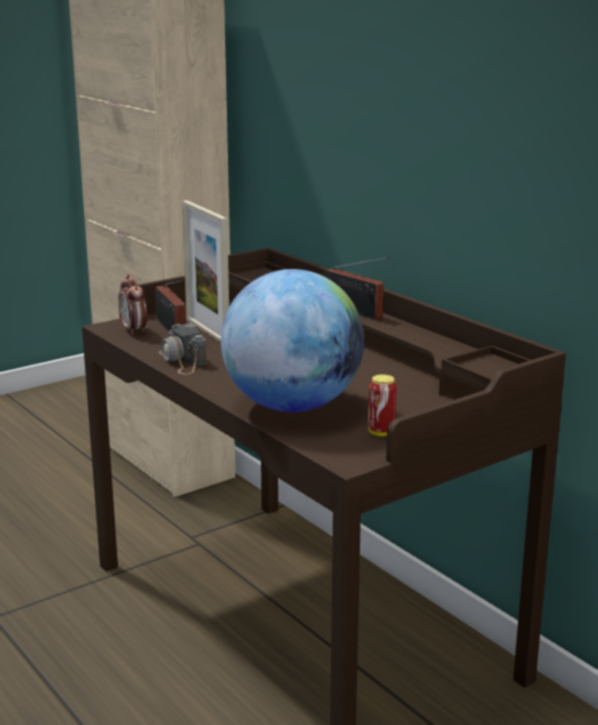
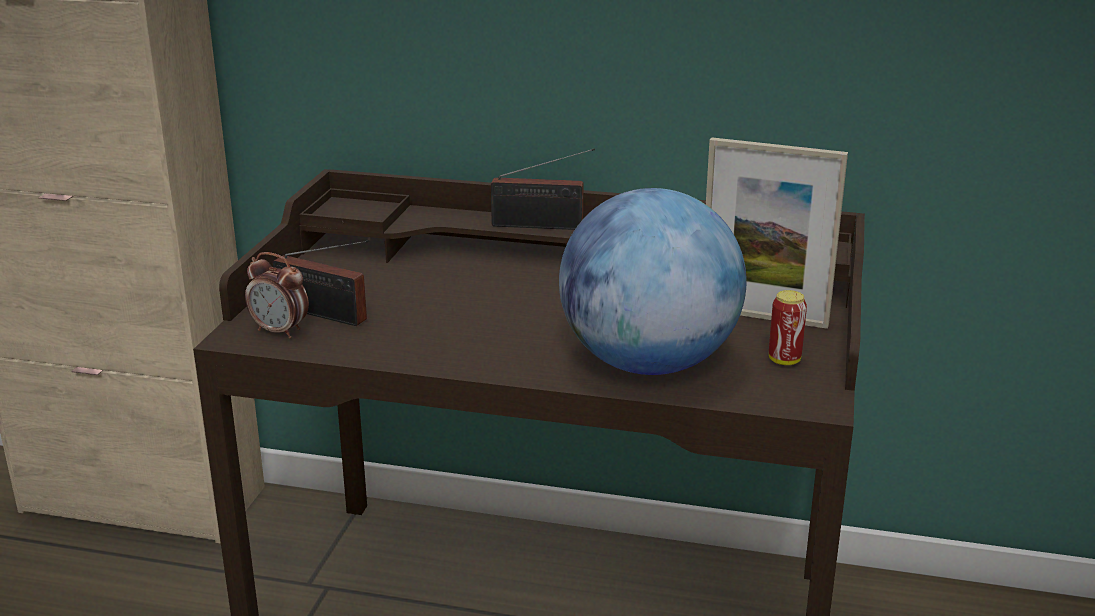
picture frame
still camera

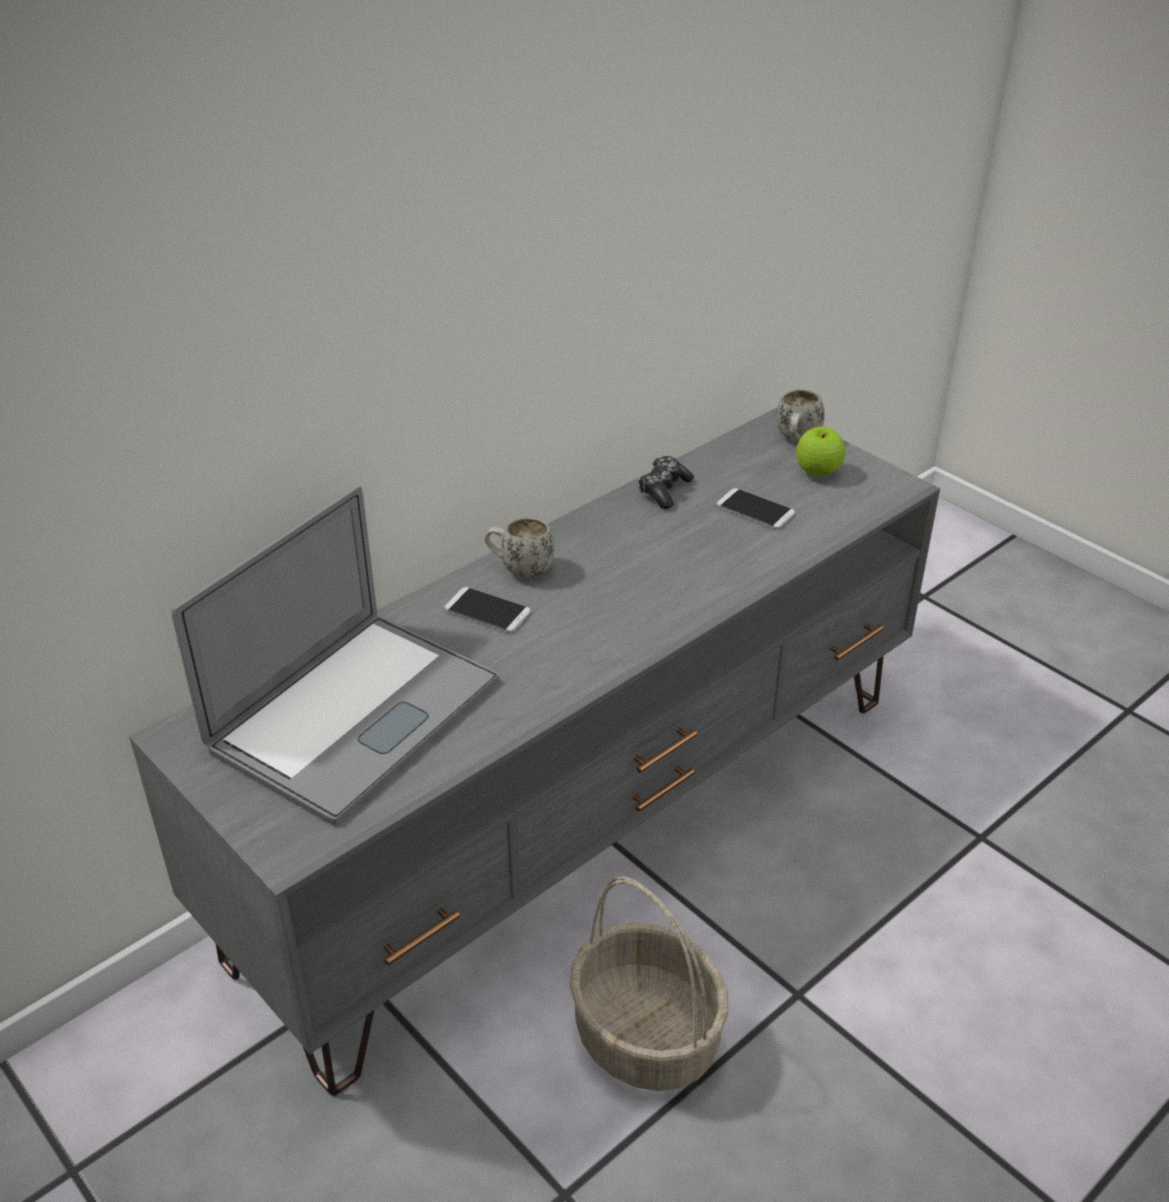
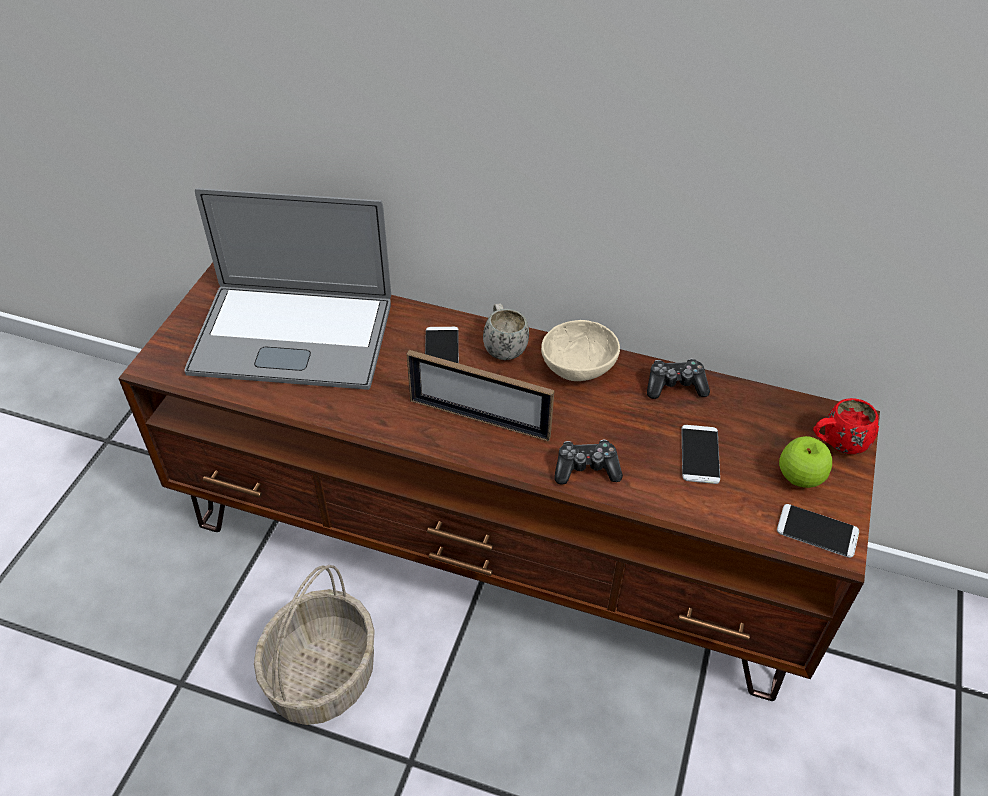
media console in brown
picture frame
serving bowl in beige
game controller (no. 1 from left)
handset (no. 3 from left)
mug in red-coloured

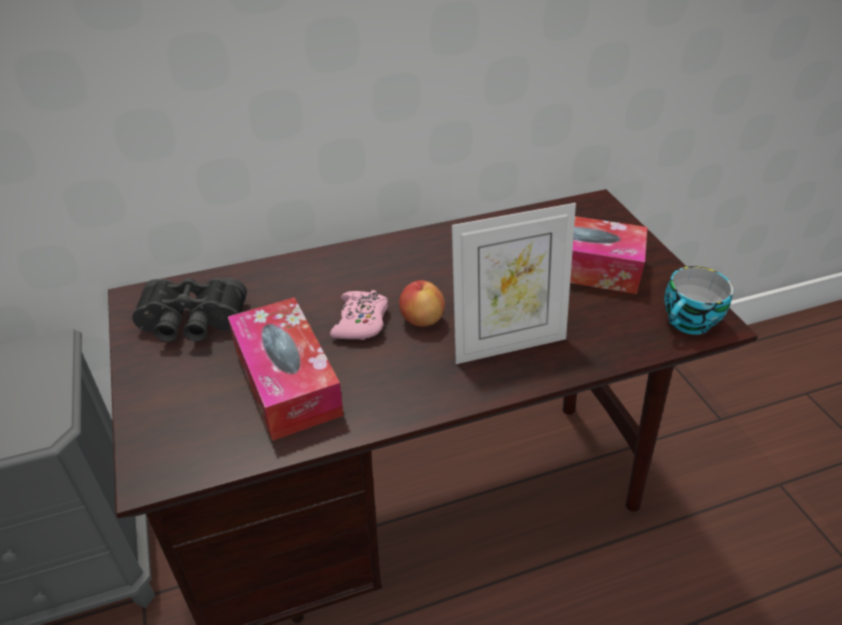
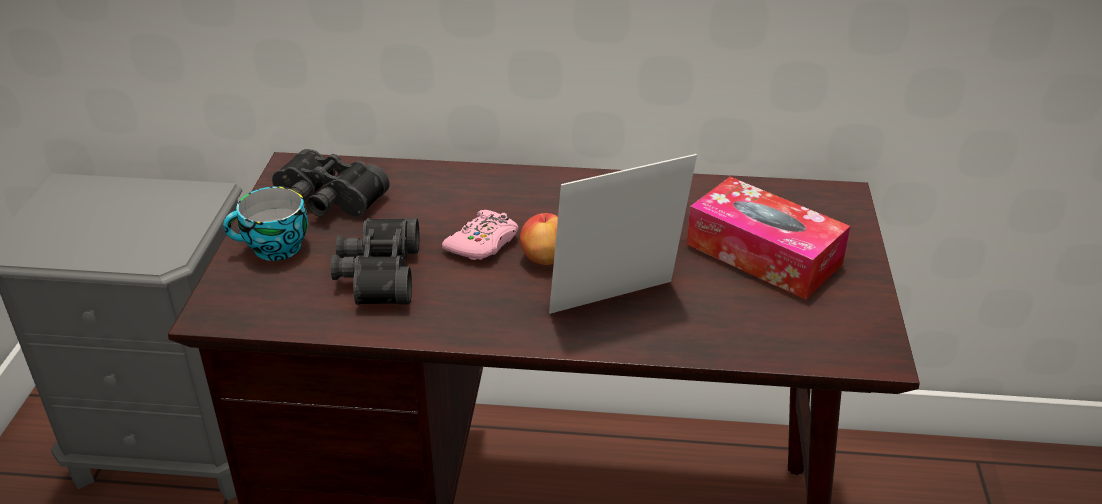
drinking cup
binoculars in black-coloured (no. 2 from left)
picture frame

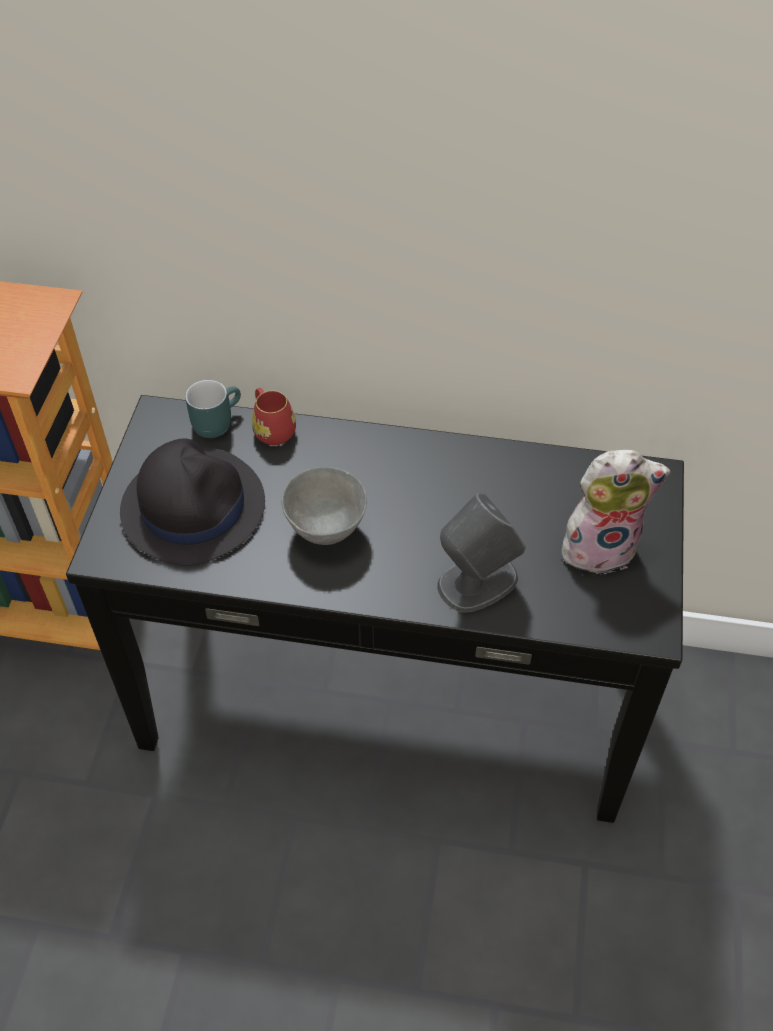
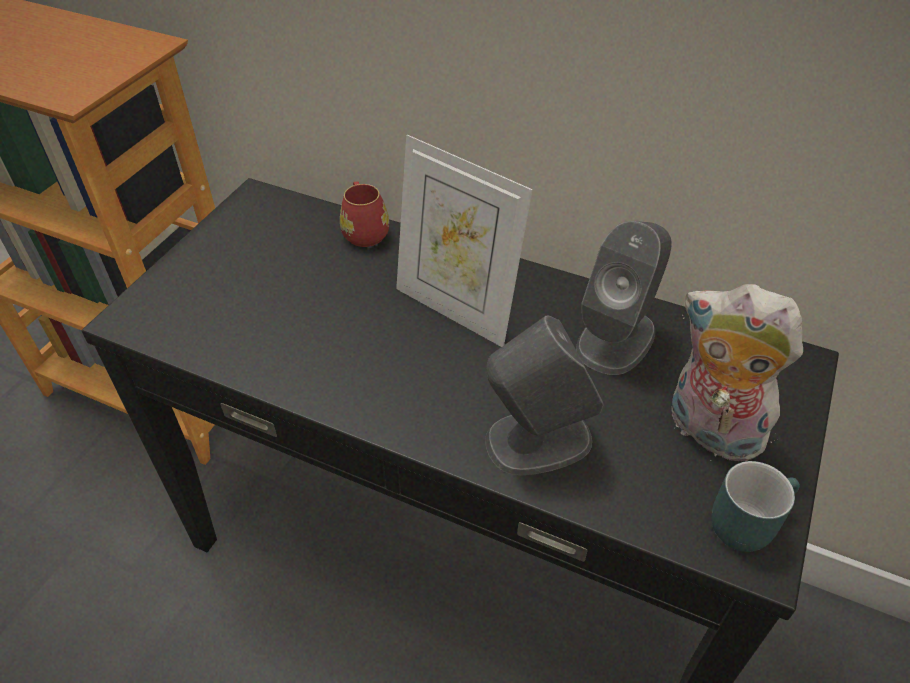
picture frame
loudspeaker in gray (no. 2 from left)
plush toy
mug in blue-green
wearable hat in black-coloured
serving bowl in gray

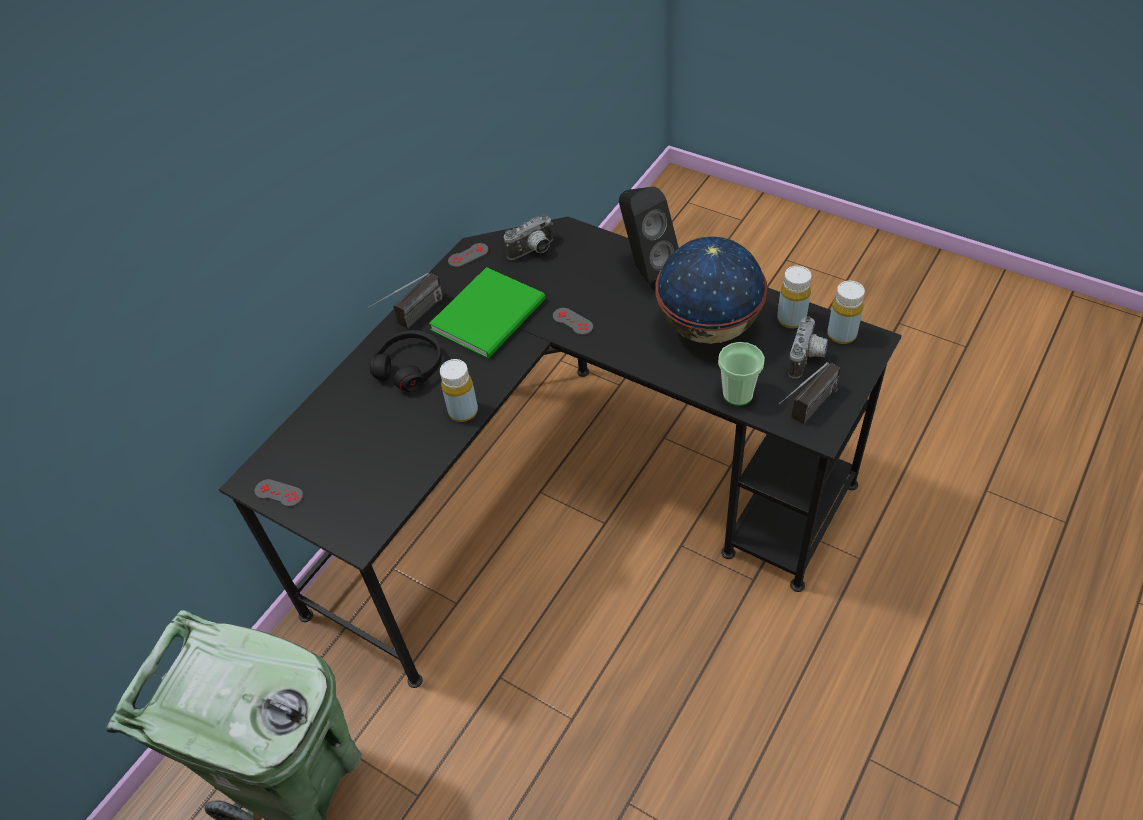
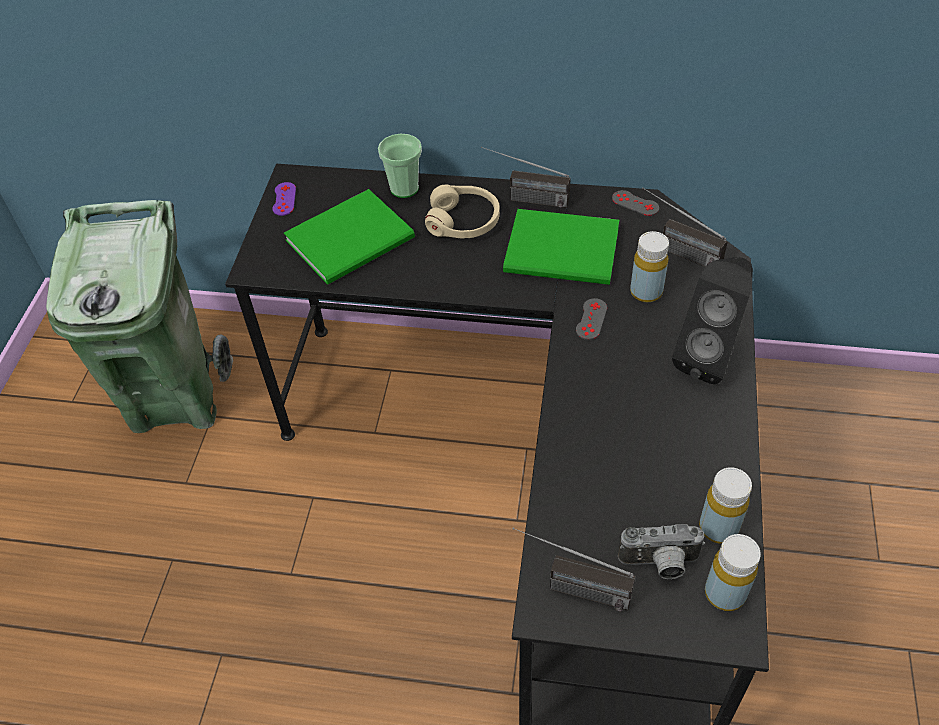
game controller in purple-coloured
volume in green (no. 1 from left)
drinking cup
pair of headphones in beige
bottle in yellow-coloured (no. 1 from left)
radio (no. 3 from left)
globe

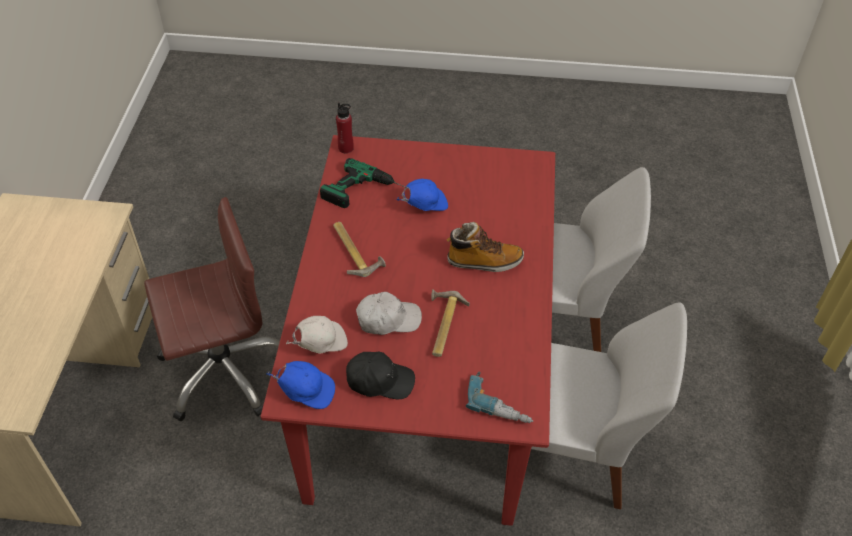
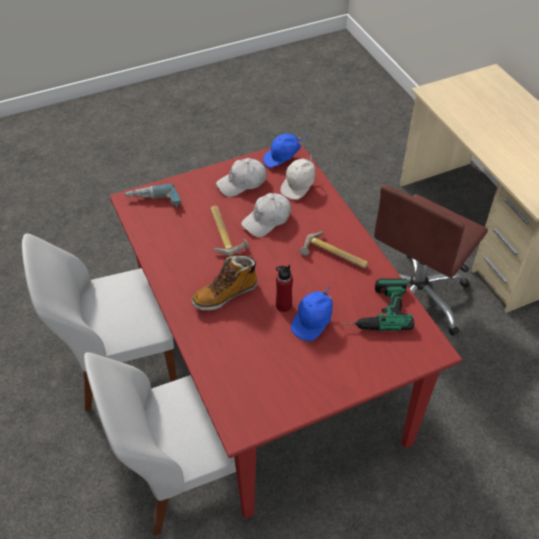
cap in white (no. 1 from left)
bottle in red-coloured

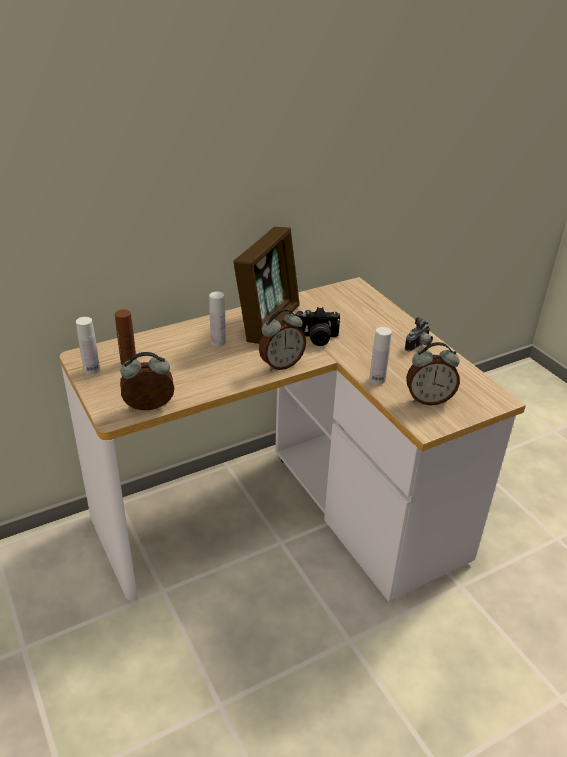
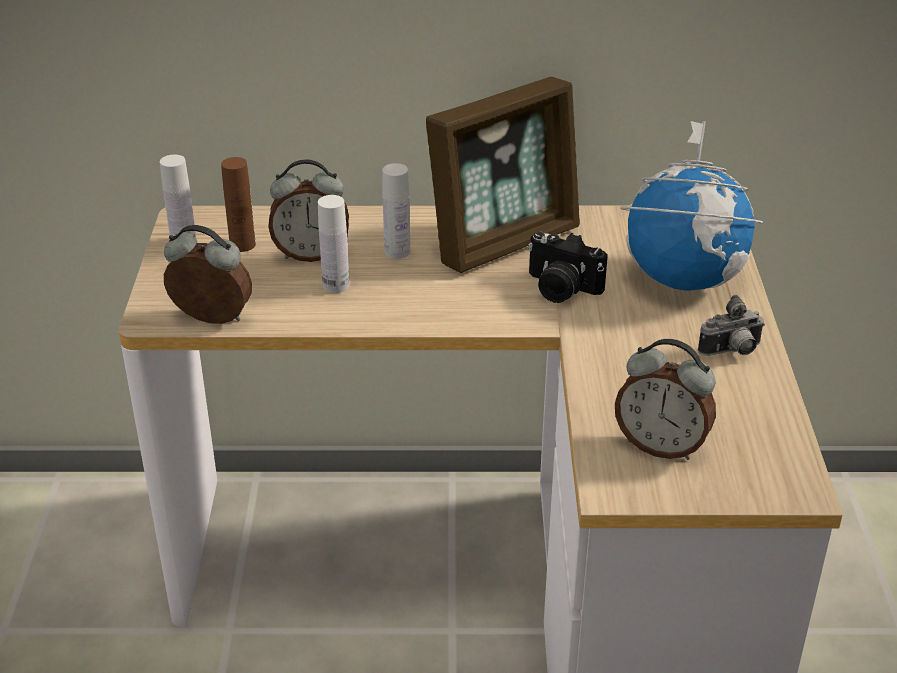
bedside clock (no. 2 from left)
bottle in white (no. 2 from left)
globe

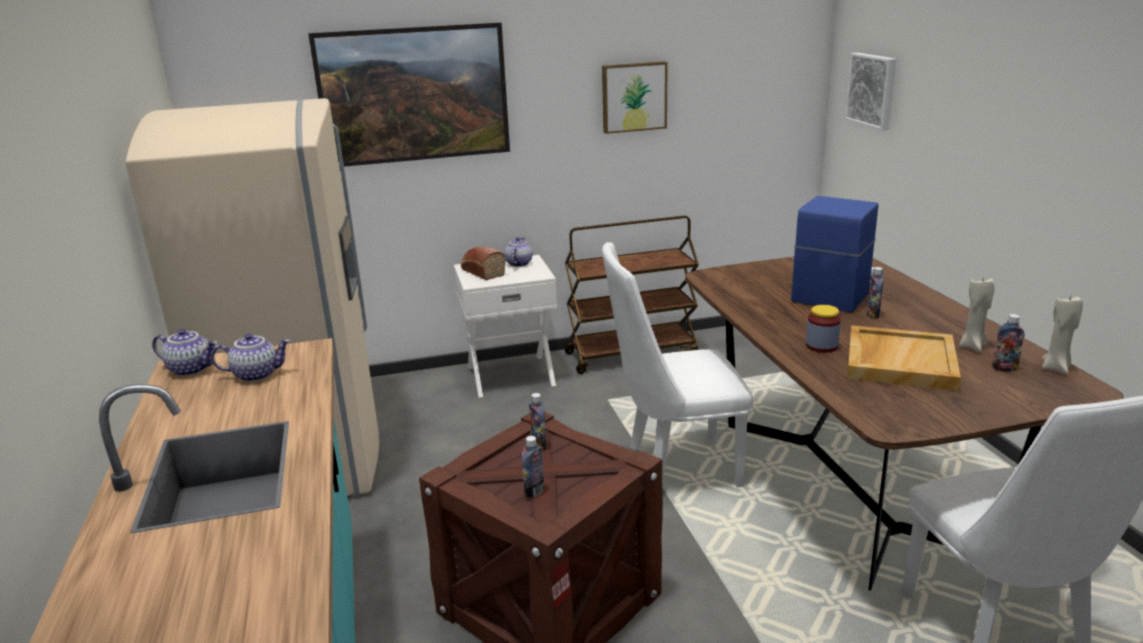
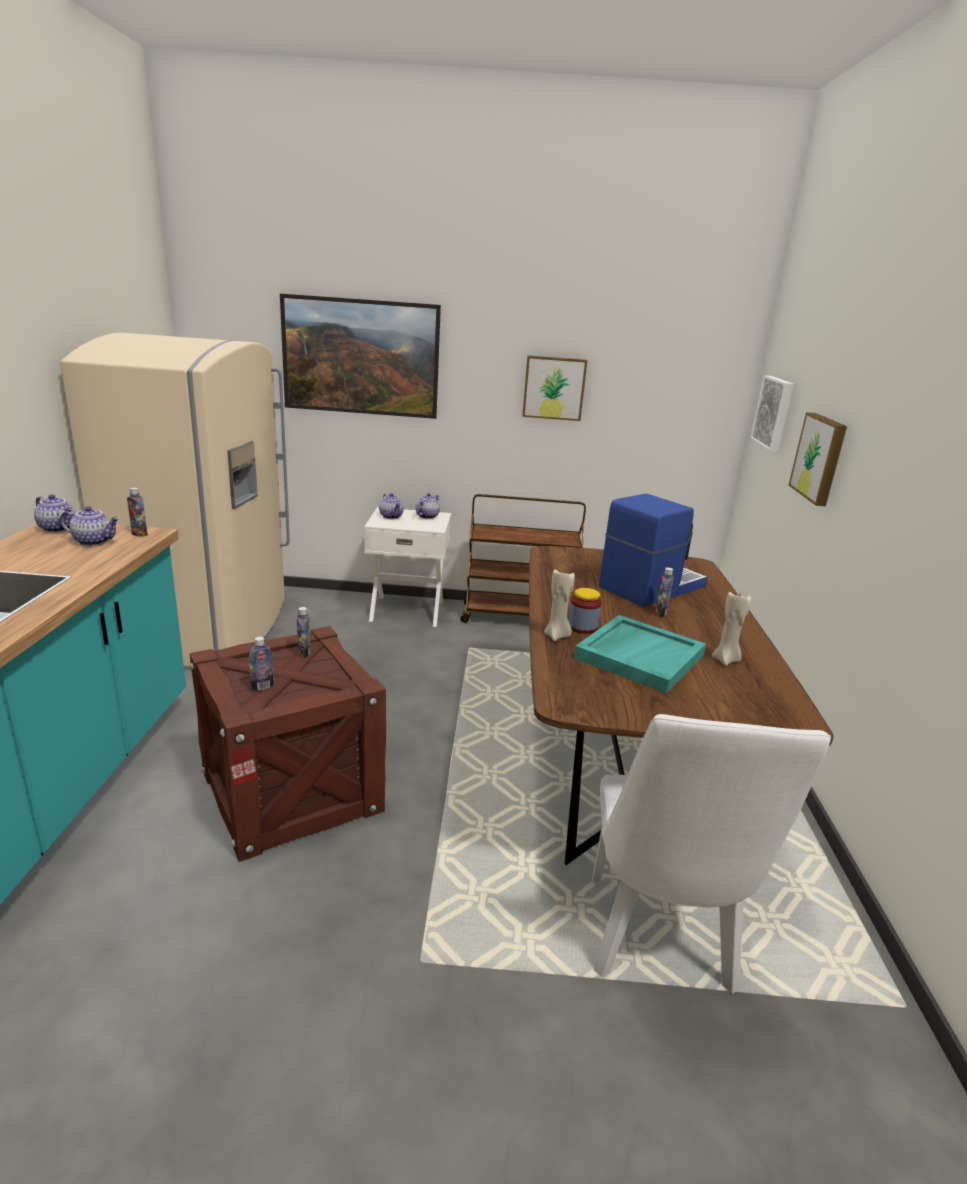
bottle (no. 1 from left)
teapot (no. 3 from left)
wax candle in beige (no. 1 from left)
serving tray in blue-green
picture (no. 4 from left)
plain chair in white (no. 1 from left in the first image)

